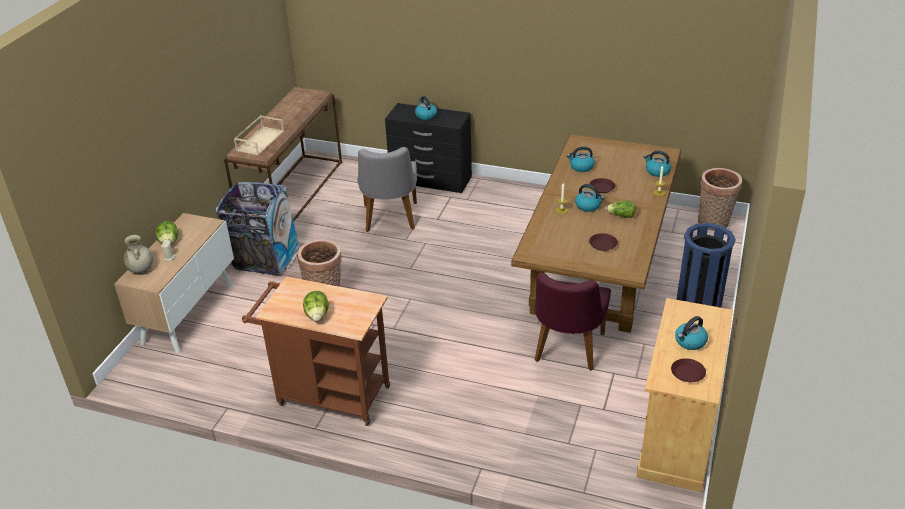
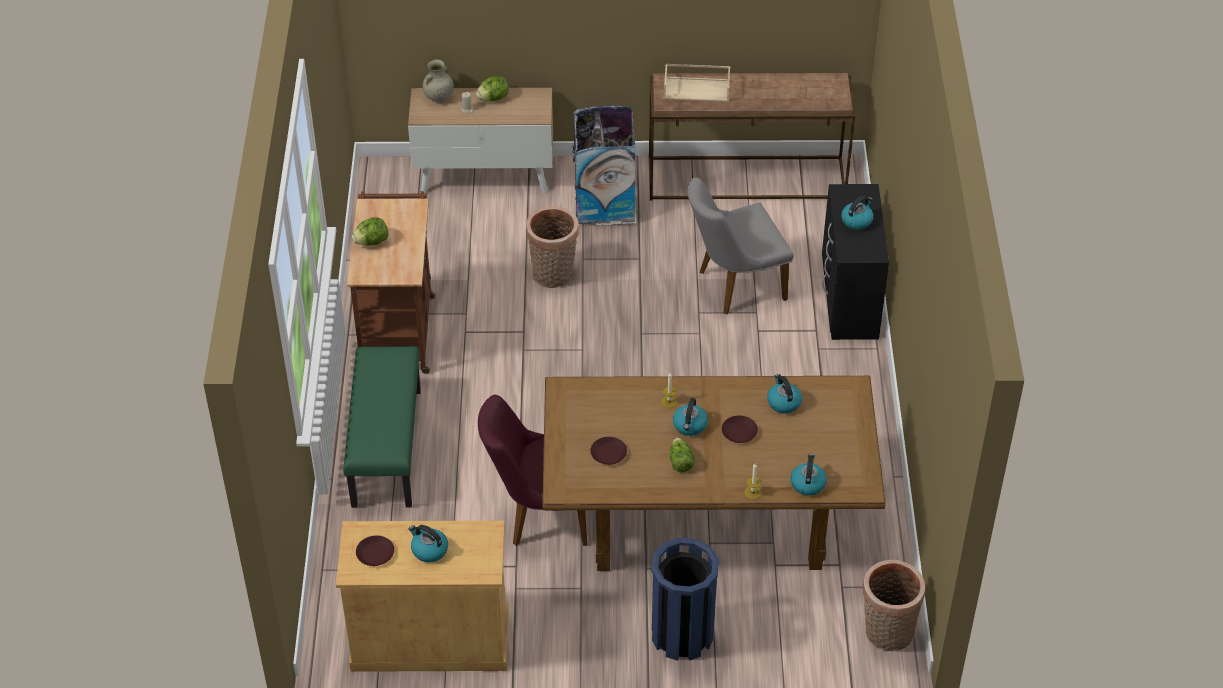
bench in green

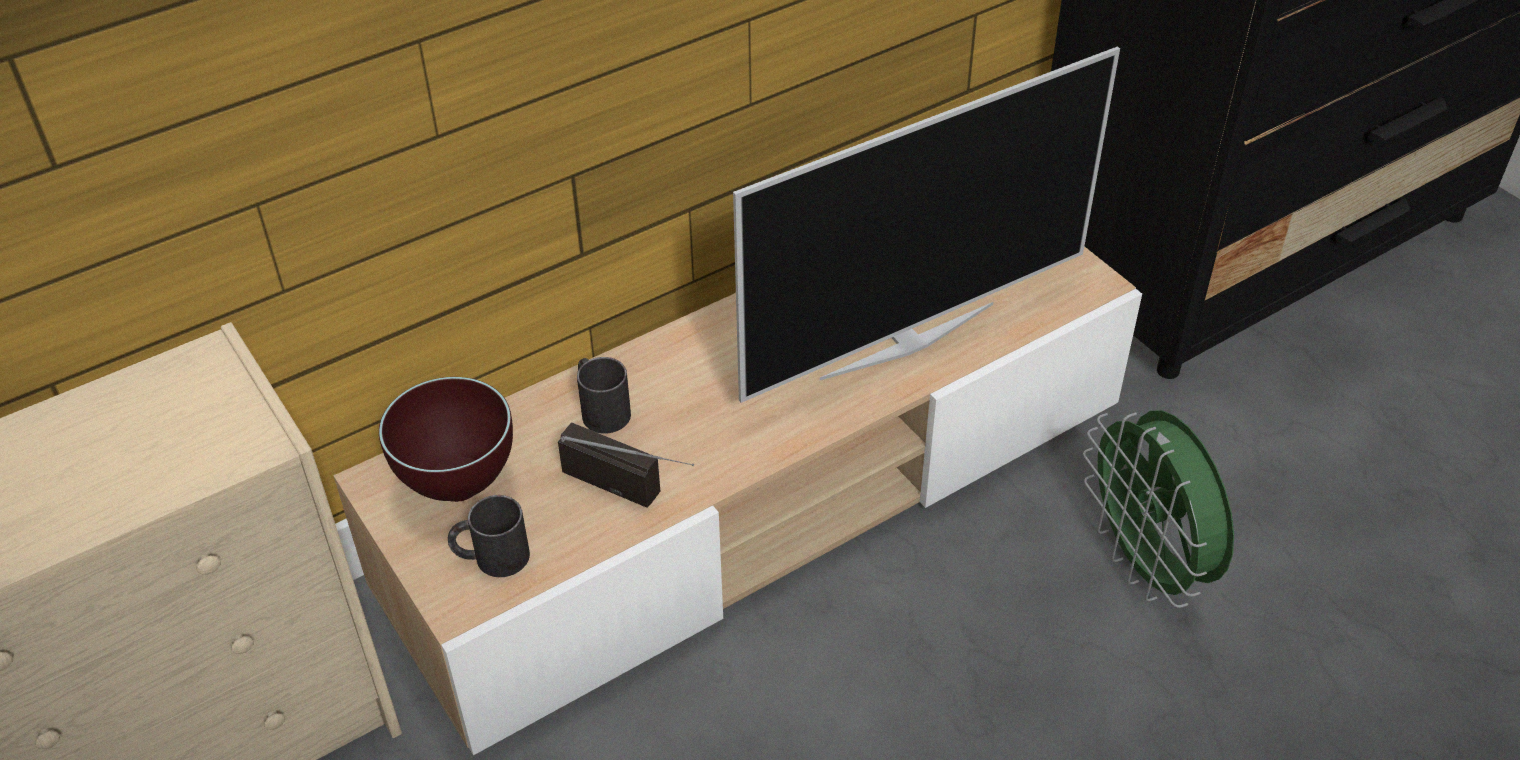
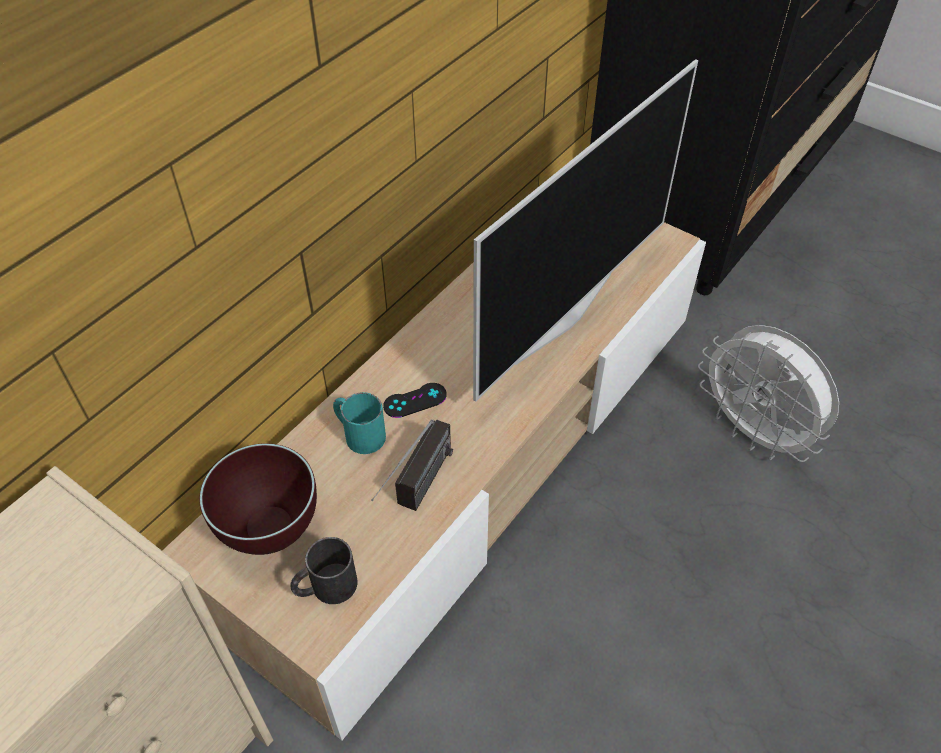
mug in blue-green
radio
game controller in black-coloured
fan in white

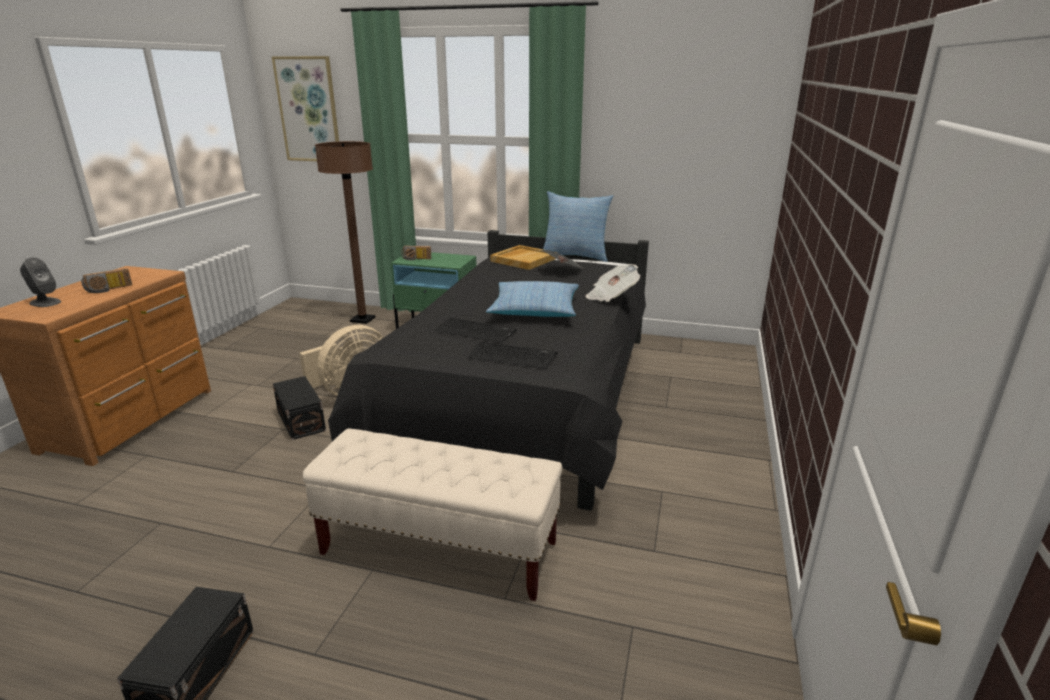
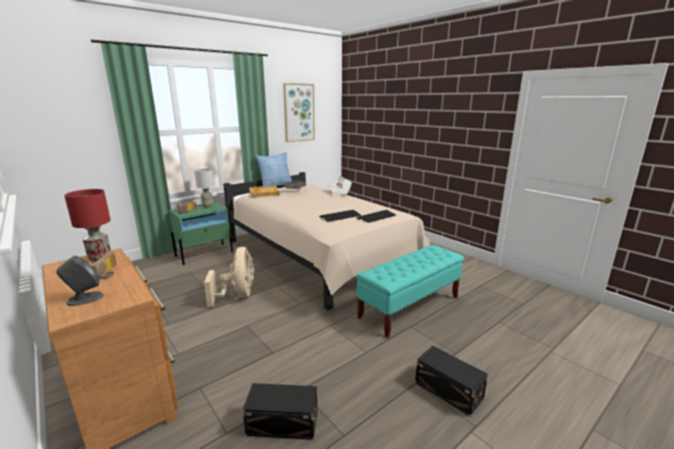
lamp for a table in red-coloured
lamp for a table in gray
bedroom bed in beige
storage box in black-coloured (no. 1 from left)
picture
bench in blue-green
standard lamp in brown
throw pillow (no. 1 from left in the first image)

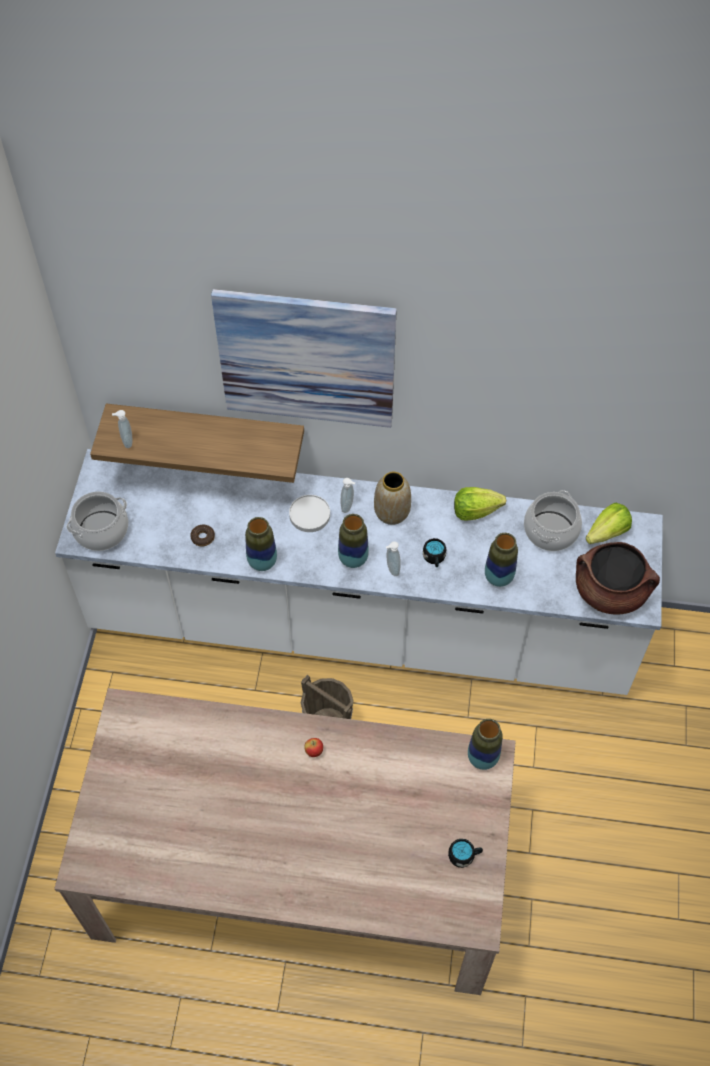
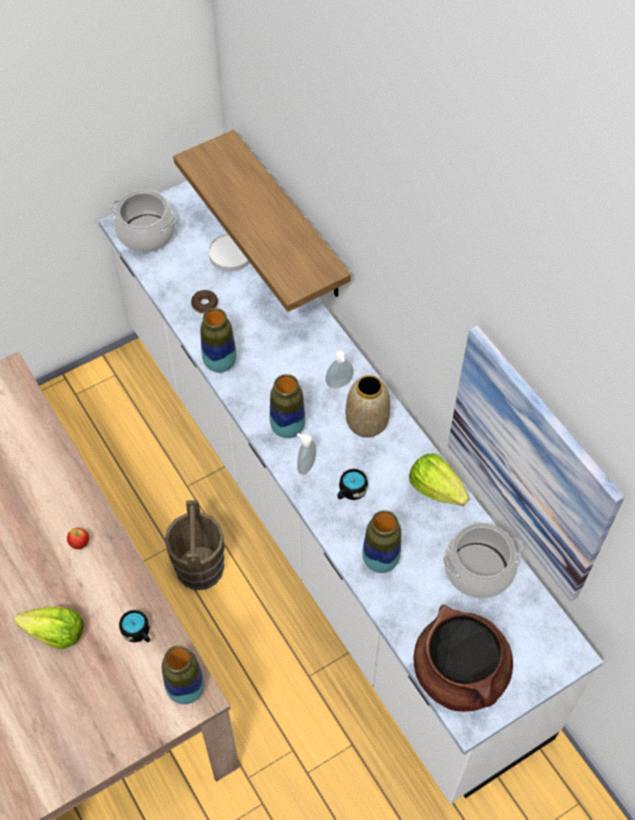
lettuce (no. 1 from left)
mug in black-coloured (no. 1 from left)
dinner plate in white
picture
soap bottle (no. 1 from left in the first image)

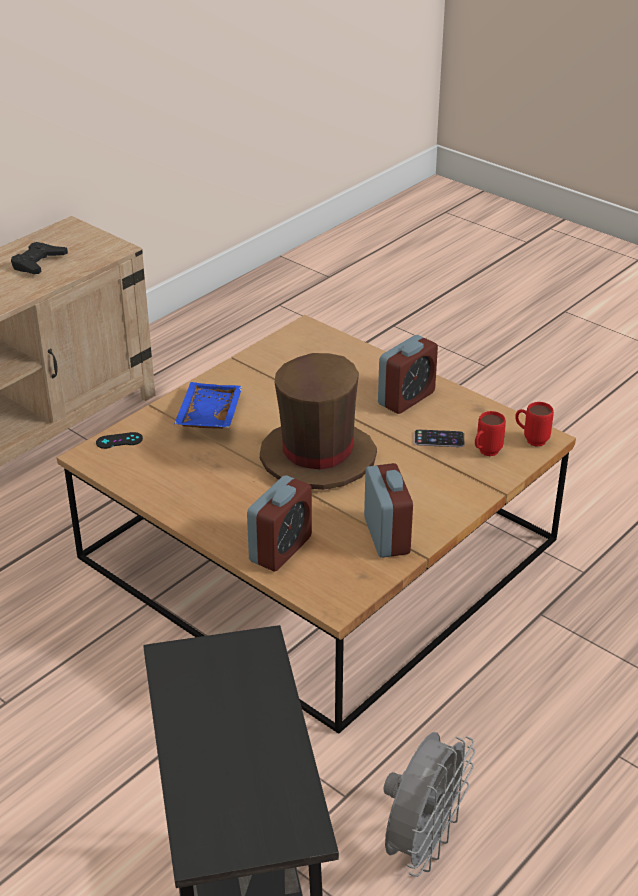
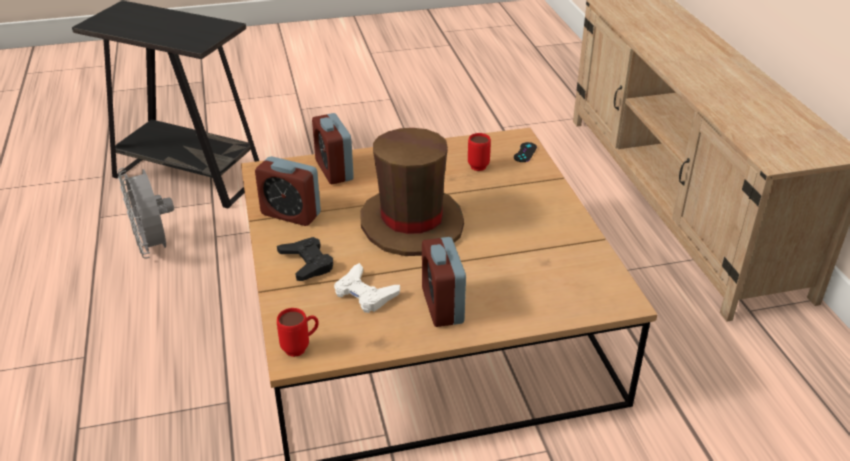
game controller in black-coloured (no. 1 from left)
game controller in white
mug in red-coloured (no. 2 from left)
serving tray in bluish

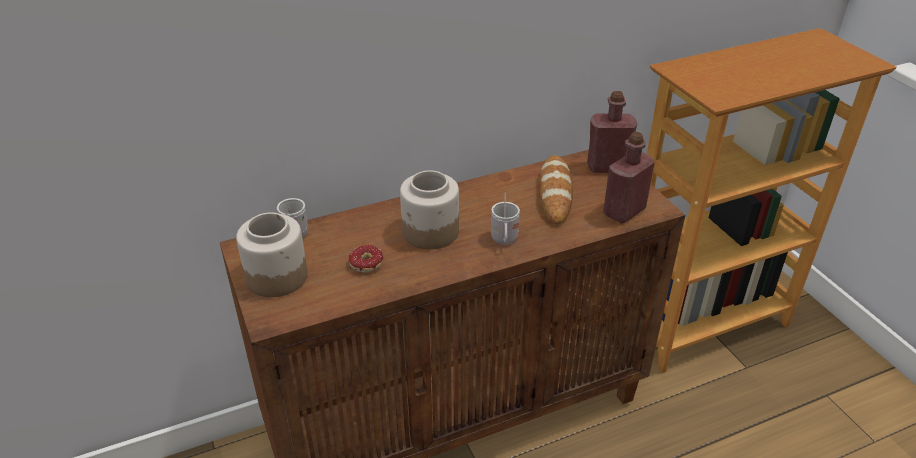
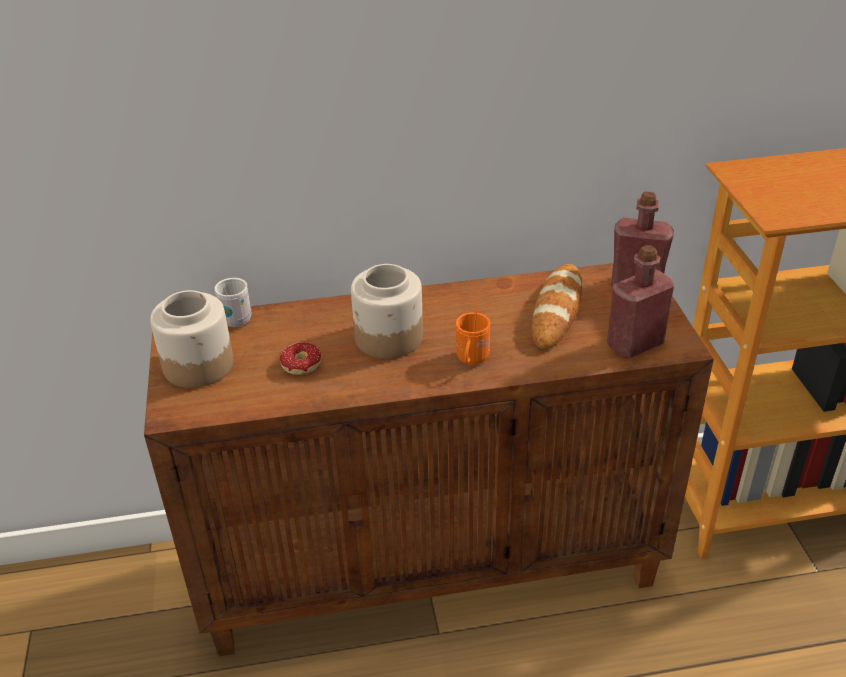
mug in orange-coloured

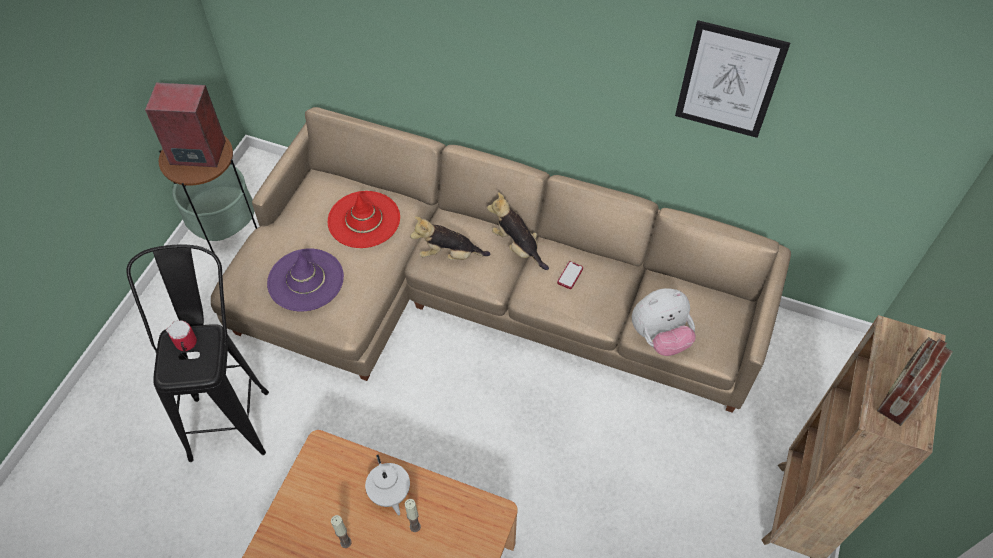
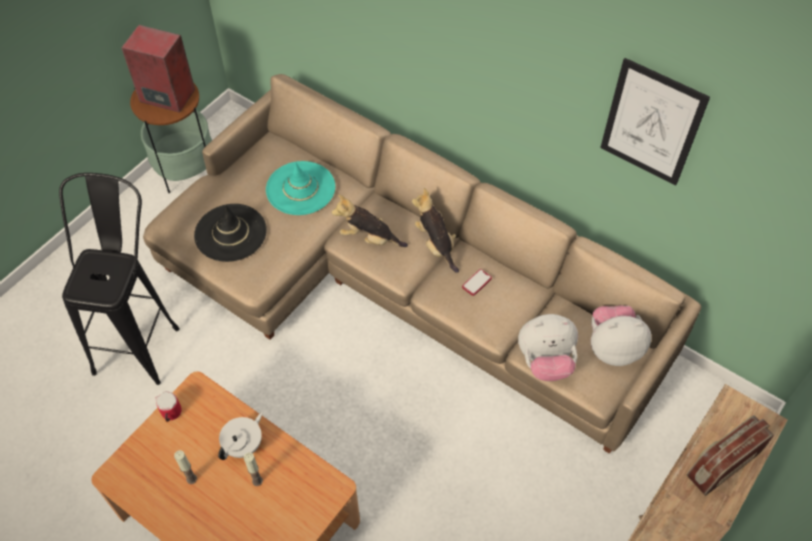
mug
wearable hat in black-coloured
teapot in white
wearable hat in blue-green
plush toy (no. 4 from left)

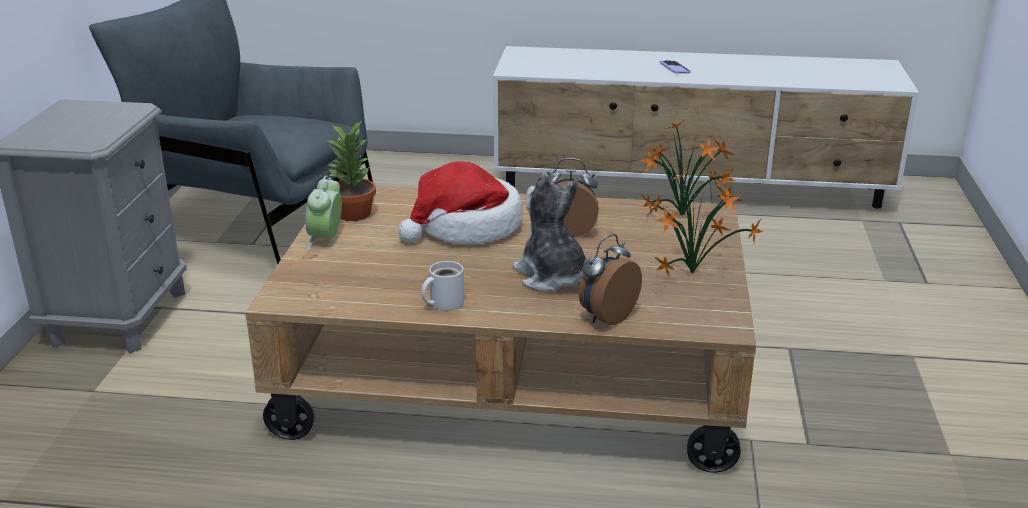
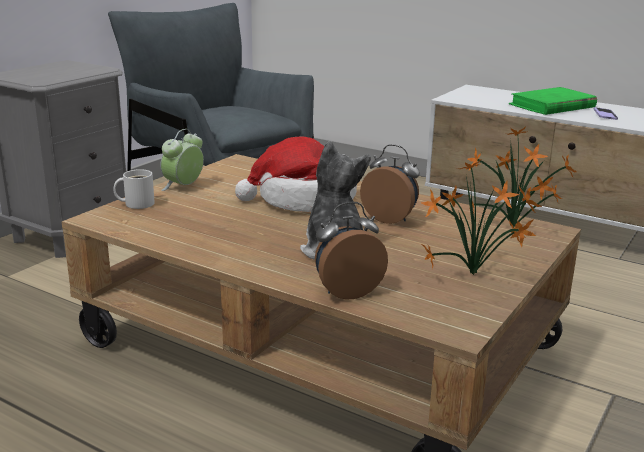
mug in white
volume in green
plant in a pot (no. 1 from left in the first image)

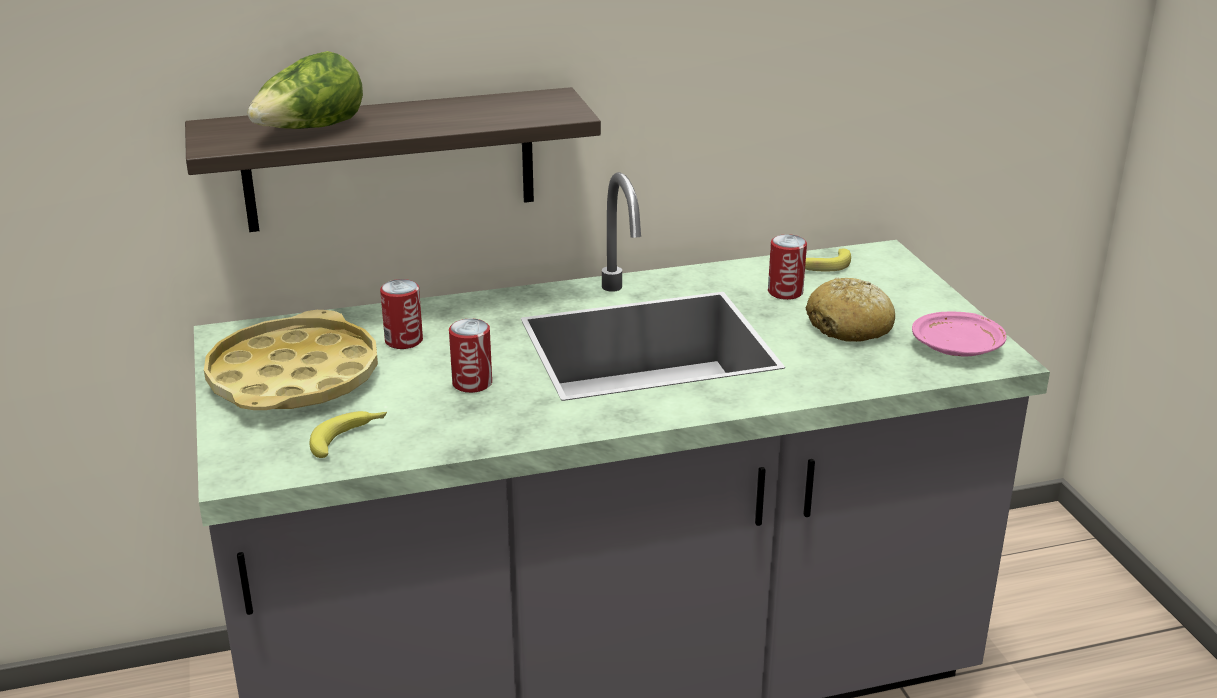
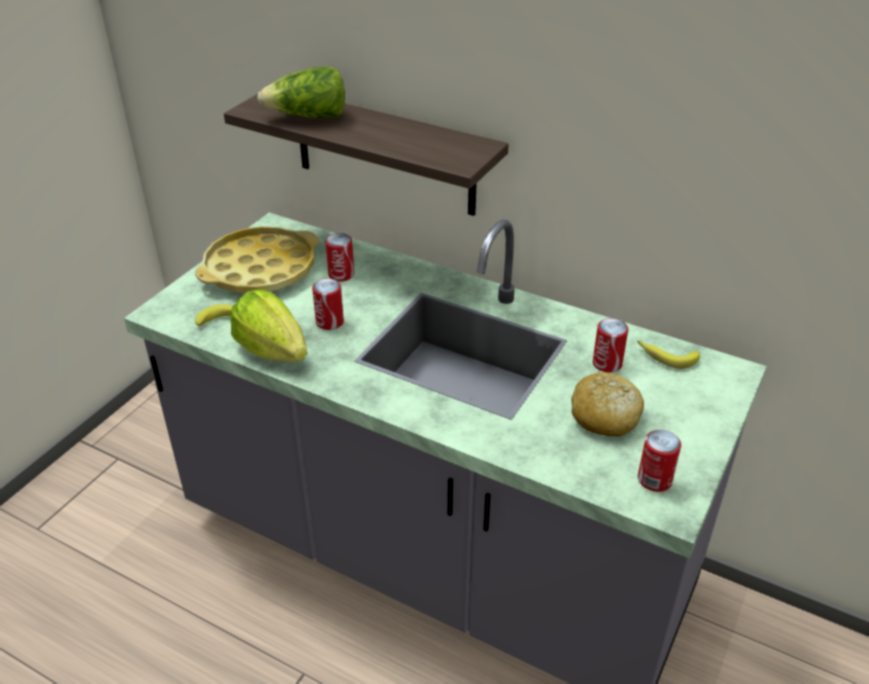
lettuce (no. 1 from left)
sealed can (no. 4 from left)

